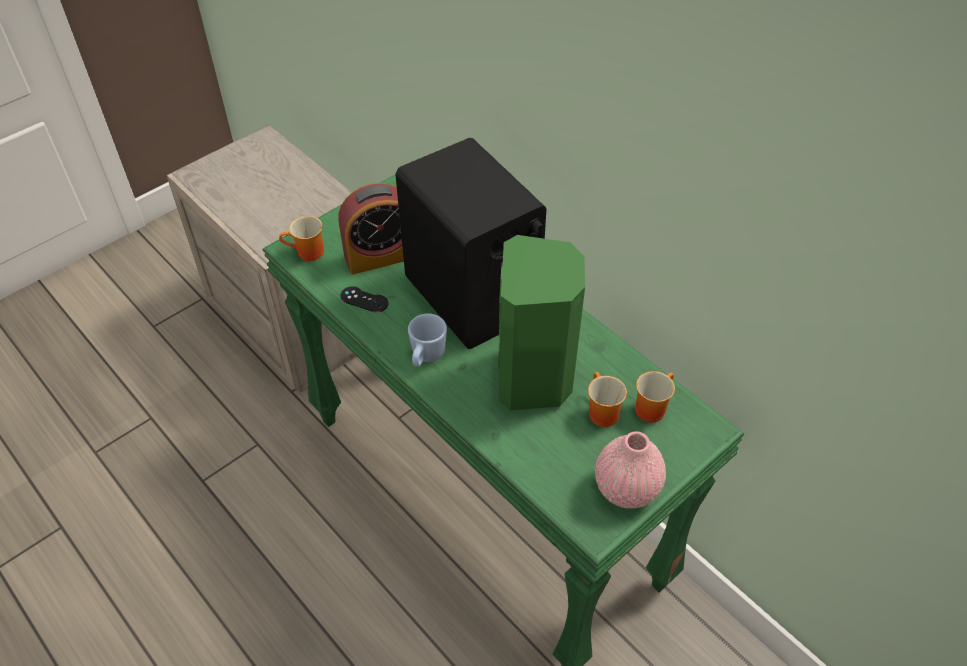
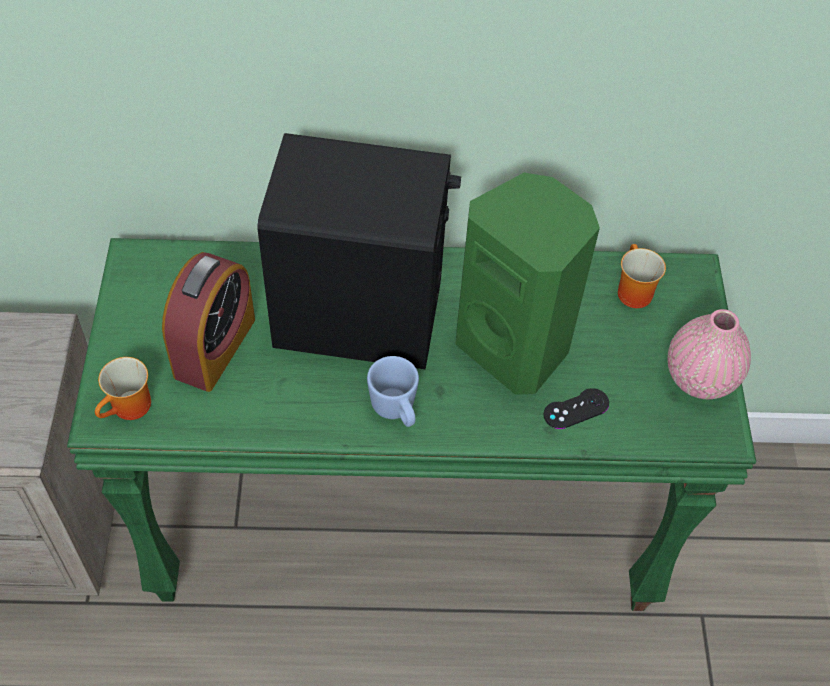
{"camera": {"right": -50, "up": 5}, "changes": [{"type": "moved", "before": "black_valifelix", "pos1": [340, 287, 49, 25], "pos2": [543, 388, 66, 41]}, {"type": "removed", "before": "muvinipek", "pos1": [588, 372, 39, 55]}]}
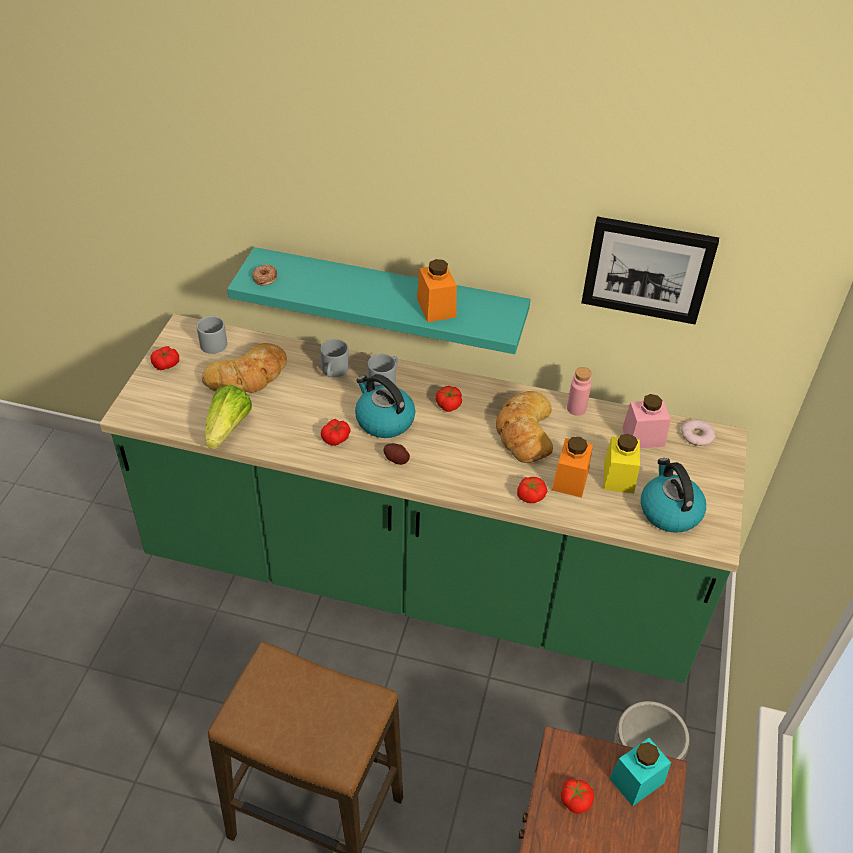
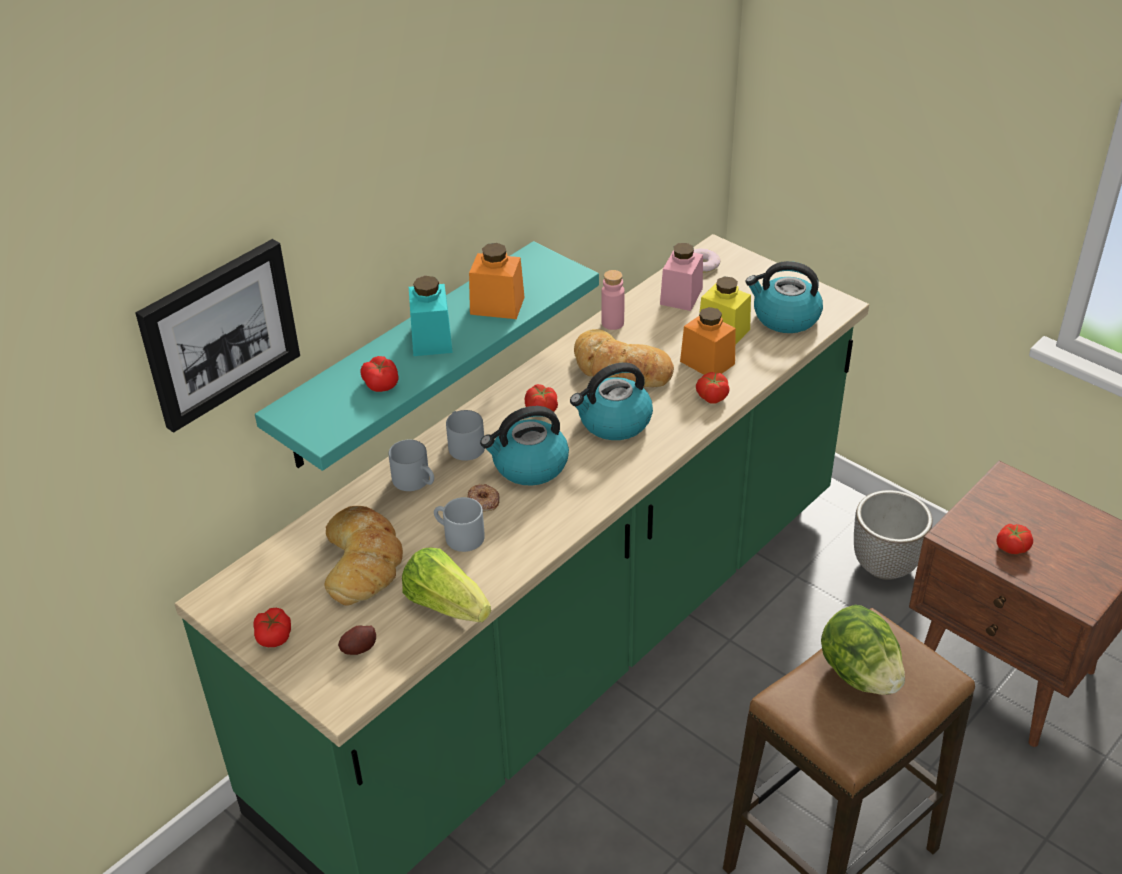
{"camera": {"right": -60, "up": -5}, "changes": [{"type": "moved", "before": "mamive", "pos1": [581, 217, 138, 107], "pos2": [135, 239, 165, 194]}, {"type": "moved", "before": "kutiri", "pos1": [252, 264, 25, 21], "pos2": [468, 484, 32, 27]}, {"type": "moved", "before": "grey_muvinipek", "pos1": [197, 316, 30, 38], "pos2": [434, 497, 51, 55]}, {"type": "moved", "before": "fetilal", "pos1": [321, 419, 30, 27], "pos2": [360, 356, 39, 36]}, {"type": "moved", "before": "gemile", "pos1": [383, 443, 27, 22], "pos2": [338, 625, 38, 30]}, {"type": "moved", "before": "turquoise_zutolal", "pos1": [610, 738, 61, 68], "pos2": [409, 276, 44, 80]}, {"type": "added", "after": "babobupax", "pos2": [570, 362, 83, 78]}, {"type": "added", "after": "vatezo", "pos2": [821, 605, 84, 90]}]}
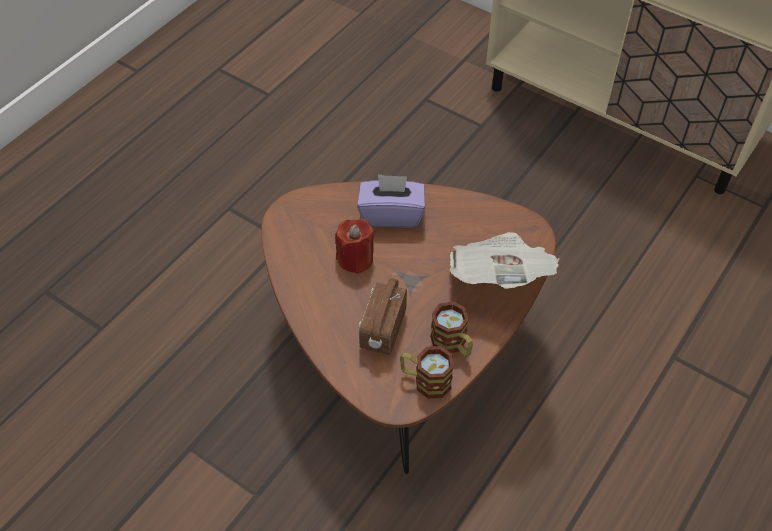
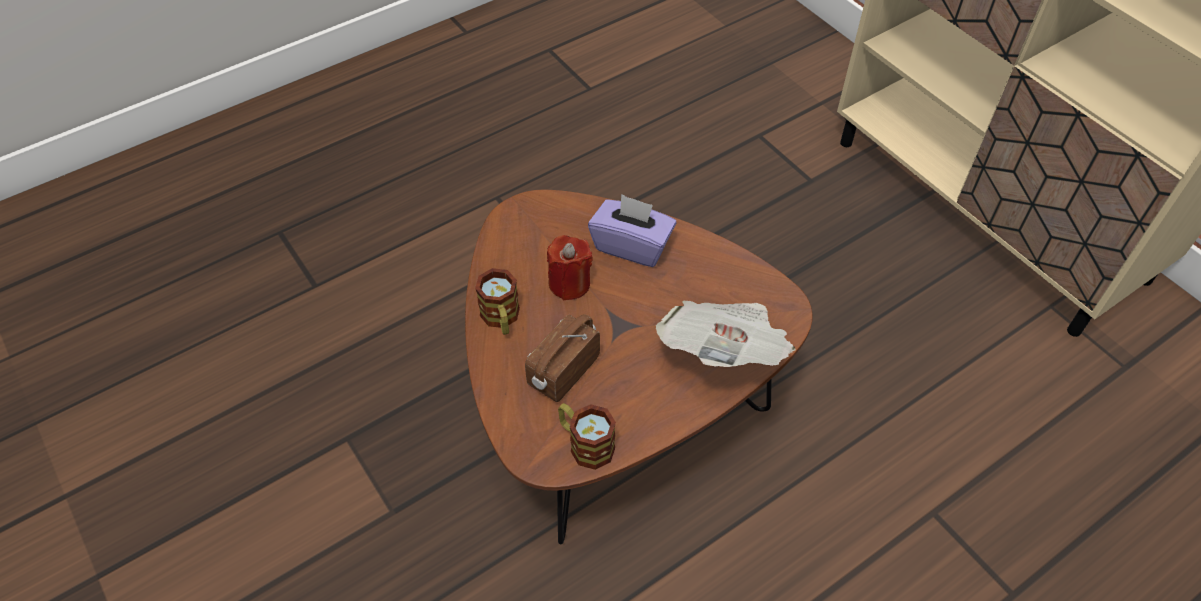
{"camera": {"right": 20, "up": 0}, "changes": [{"type": "moved", "before": "muvinipek", "pos1": [430, 301, 43, 56], "pos2": [475, 268, 45, 67]}]}
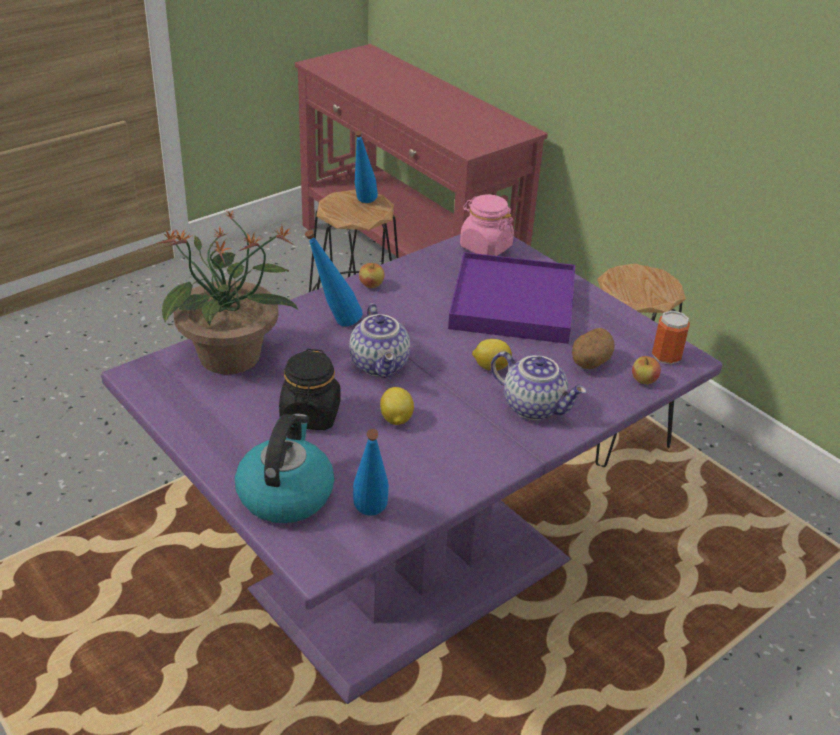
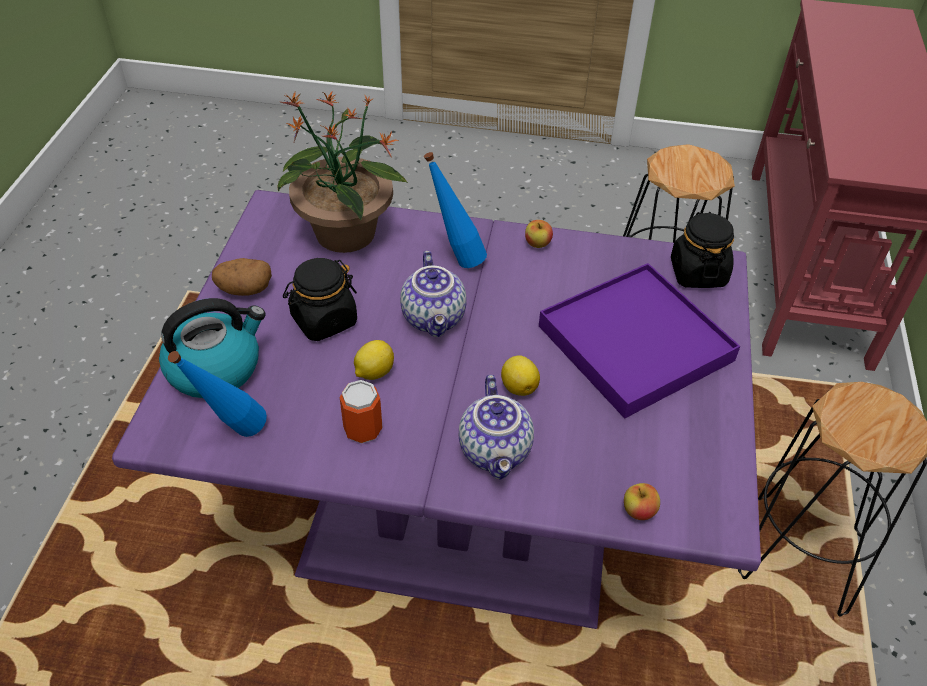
{"camera": {"right": 50, "up": 10}, "changes": [{"type": "removed", "before": "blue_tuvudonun", "pos1": [355, 130, 23, 73]}, {"type": "recoloured", "before": "pink_zutolal", "after": "black_zutolal", "pos1": [460, 194, 54, 62], "pos2": [671, 212, 63, 76]}, {"type": "turned", "before": "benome", "pos1": [349, 303, 61, 75], "pos2": [400, 250, 67, 87], "turn": -45}, {"type": "moved", "before": "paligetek", "pos1": [652, 311, 38, 54], "pos2": [340, 380, 43, 64]}, {"type": "moved", "before": "gemile", "pos1": [572, 328, 42, 41], "pos2": [212, 258, 60, 38]}]}
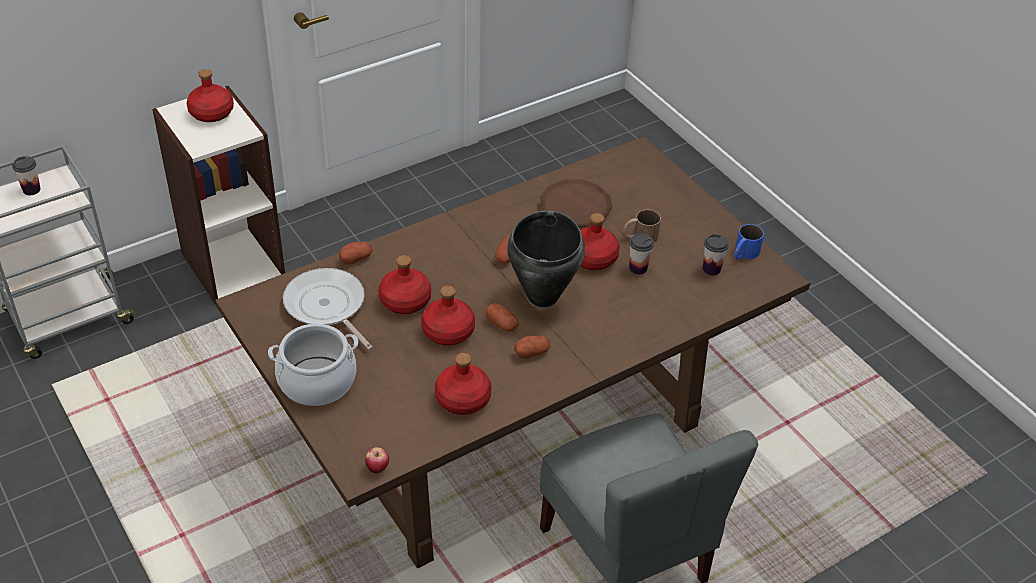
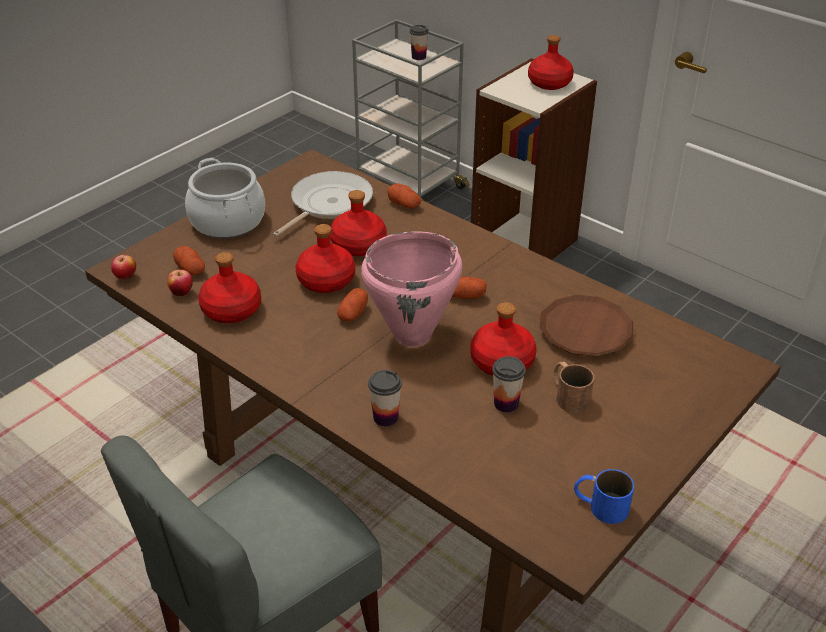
{"camera": {"right": 75, "up": -5}, "changes": [{"type": "recoloured", "before": "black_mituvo", "after": "pink_mituvo", "pos1": [507, 210, 78, 97], "pos2": [361, 232, 101, 115]}, {"type": "moved", "before": "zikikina", "pos1": [703, 234, 26, 41], "pos2": [368, 370, 34, 57]}, {"type": "moved", "before": "gemile", "pos1": [514, 336, 36, 23], "pos2": [173, 246, 32, 30]}, {"type": "added", "after": "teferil", "pos2": [167, 270, 26, 26]}]}
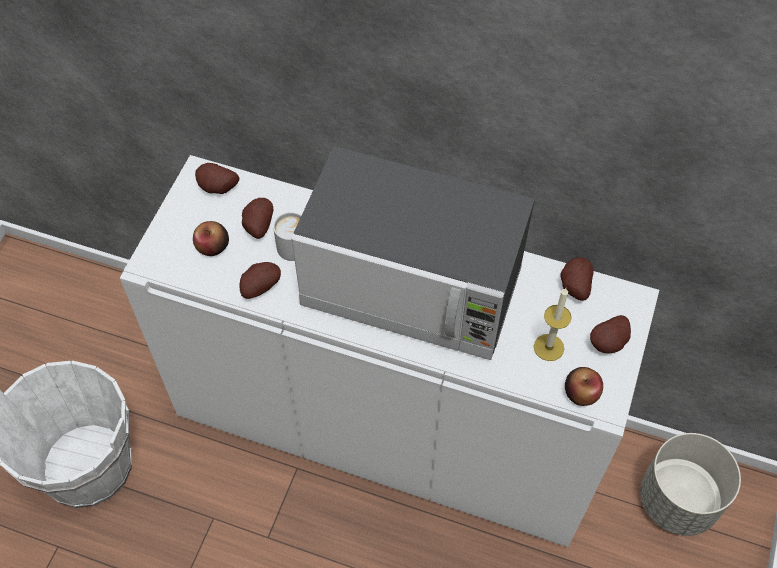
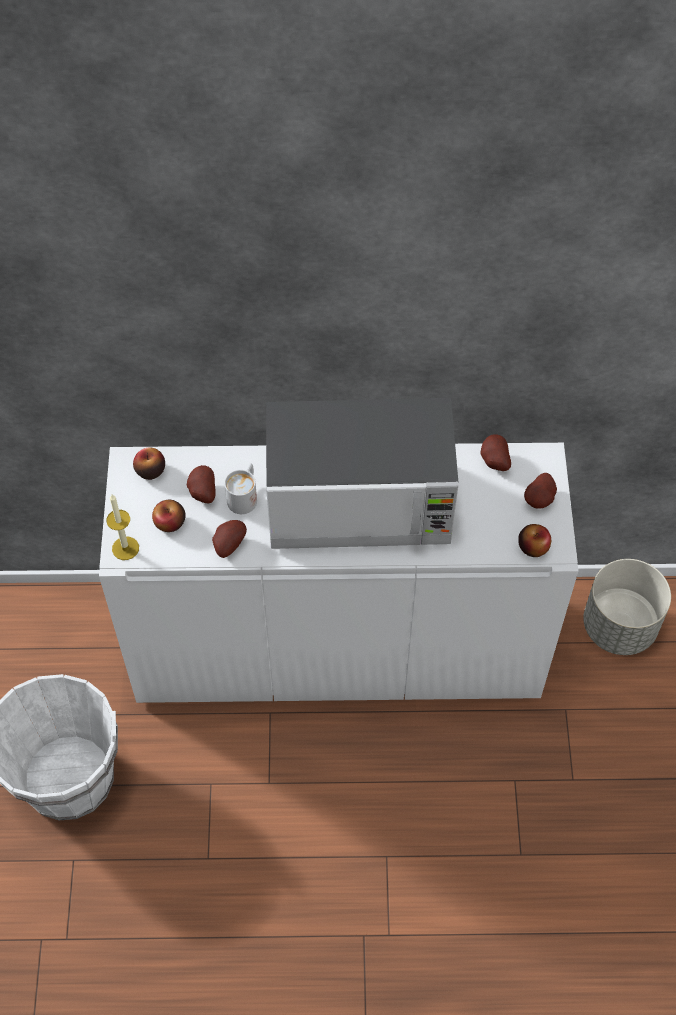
{"camera": {"right": -20, "up": 0}, "changes": [{"type": "replaced", "before": "gemile", "after": "teferil", "pos1": [195, 163, 44, 31], "pos2": [133, 448, 32, 32]}, {"type": "moved", "before": "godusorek", "pos1": [534, 288, 38, 73], "pos2": [106, 495, 33, 65]}]}
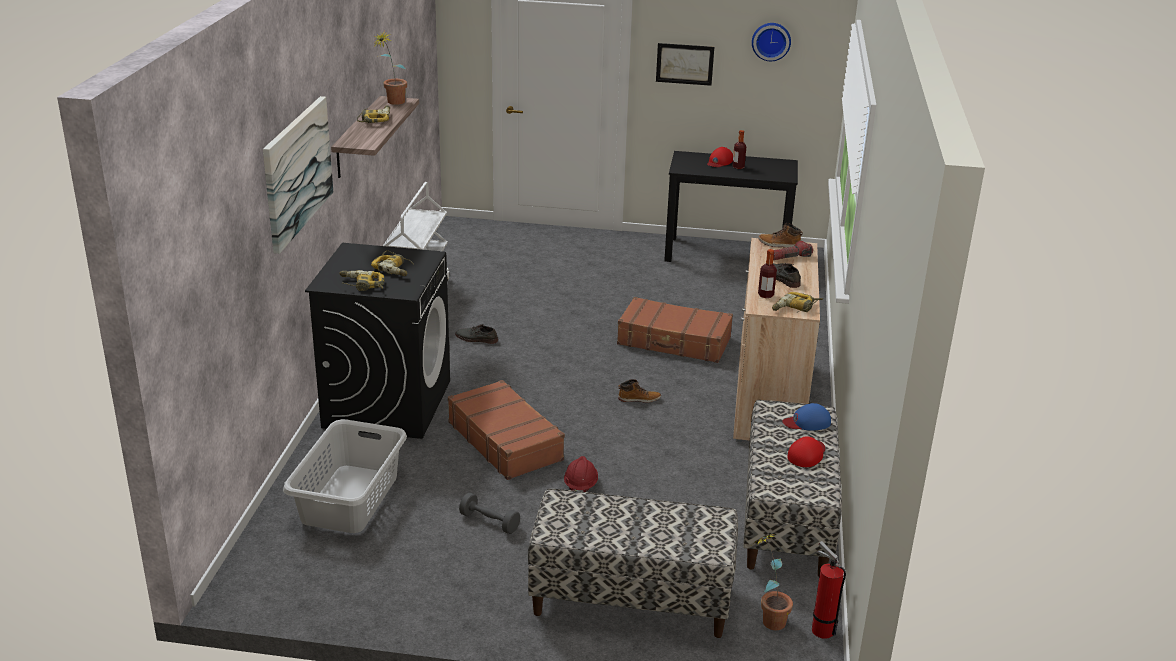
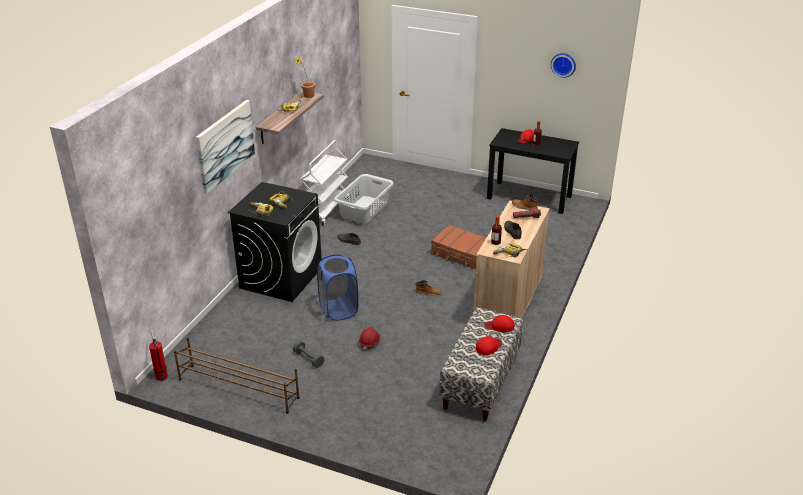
{"camera": {"right": 15, "up": 5}, "changes": [{"type": "removed", "before": "mamive", "pos1": [656, 43, 58, 43]}, {"type": "replaced", "before": "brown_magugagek", "after": "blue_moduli", "pos1": [448, 380, 117, 100], "pos2": [317, 254, 41, 67]}, {"type": "recoloured", "before": "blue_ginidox", "after": "red_ginidox", "pos1": [783, 403, 48, 28], "pos2": [484, 315, 31, 17]}, {"type": "moved", "before": "grey_moduli", "pos1": [283, 419, 124, 114], "pos2": [334, 174, 60, 50]}, {"type": "removed", "before": "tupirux", "pos1": [528, 489, 210, 149]}, {"type": "removed", "before": "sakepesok", "pos1": [752, 534, 41, 96]}, {"type": "moved", "before": "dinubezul", "pos1": [812, 541, 34, 98], "pos2": [149, 329, 19, 52]}, {"type": "added", "after": "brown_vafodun", "pos2": [174, 338, 125, 76]}]}
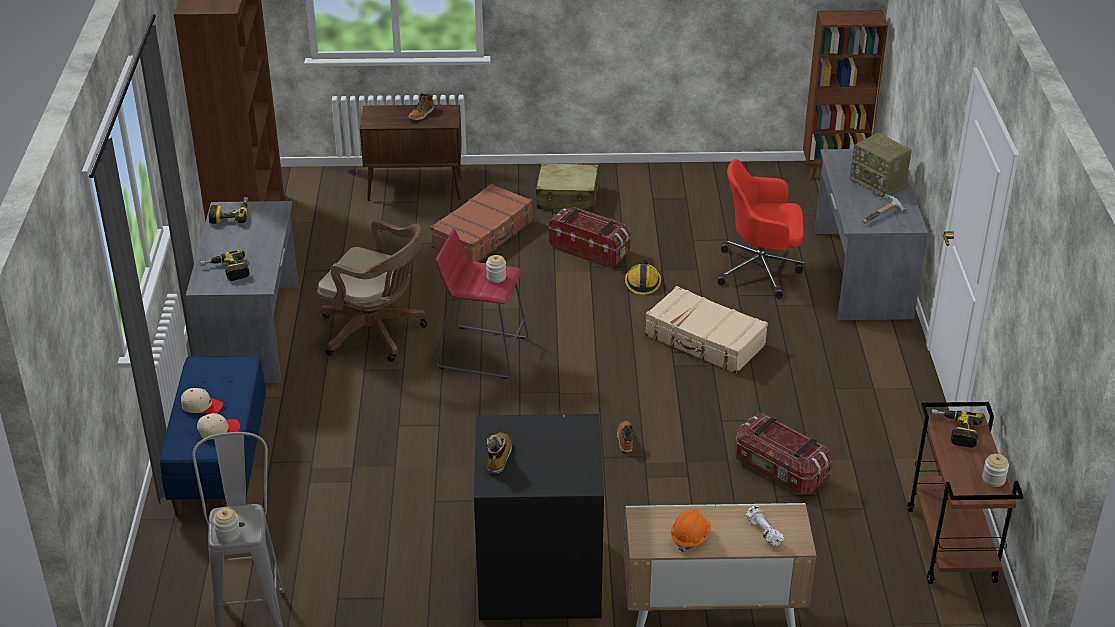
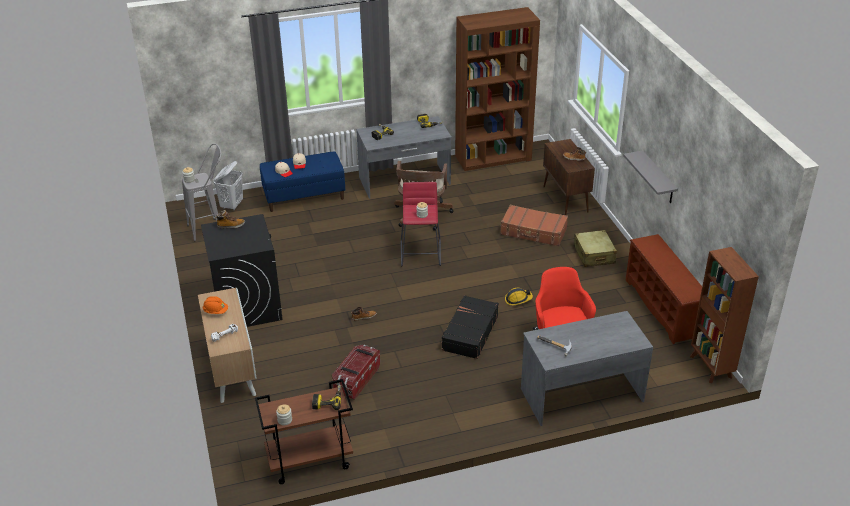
{"camera": {"right": 75, "up": 0}, "changes": [{"type": "removed", "before": "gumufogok", "pos1": [850, 133, 62, 64]}, {"type": "removed", "before": "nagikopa", "pos1": [549, 207, 82, 62]}, {"type": "recoloured", "before": "beige_magugagek", "after": "black_magugagek", "pos1": [645, 286, 123, 88], "pos2": [441, 295, 58, 64]}, {"type": "added", "after": "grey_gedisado", "pos2": [623, 150, 55, 53]}, {"type": "added", "after": "white_moduli", "pos2": [214, 161, 29, 49]}, {"type": "added", "after": "brown_vafodun", "pos2": [626, 234, 76, 110]}]}
